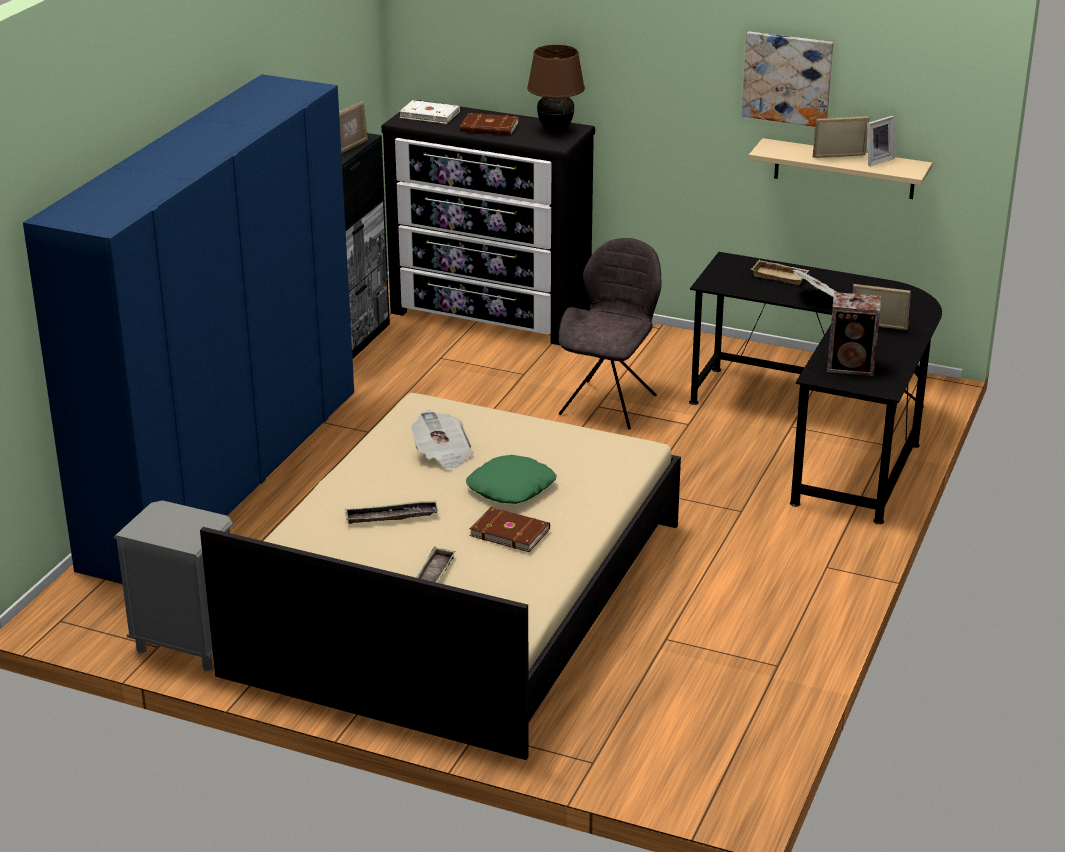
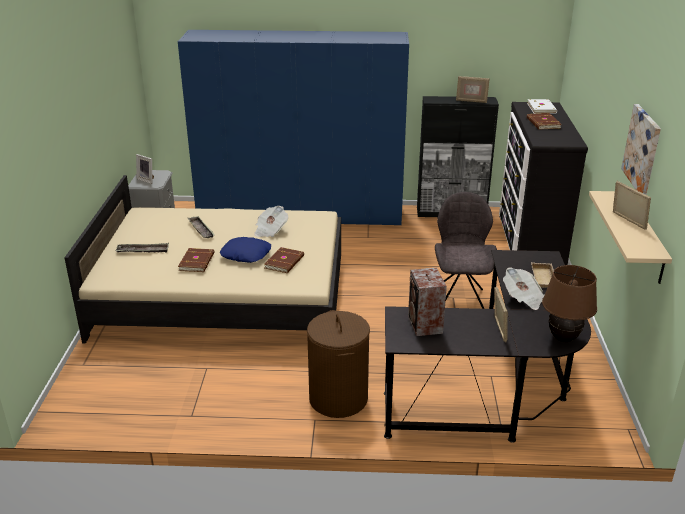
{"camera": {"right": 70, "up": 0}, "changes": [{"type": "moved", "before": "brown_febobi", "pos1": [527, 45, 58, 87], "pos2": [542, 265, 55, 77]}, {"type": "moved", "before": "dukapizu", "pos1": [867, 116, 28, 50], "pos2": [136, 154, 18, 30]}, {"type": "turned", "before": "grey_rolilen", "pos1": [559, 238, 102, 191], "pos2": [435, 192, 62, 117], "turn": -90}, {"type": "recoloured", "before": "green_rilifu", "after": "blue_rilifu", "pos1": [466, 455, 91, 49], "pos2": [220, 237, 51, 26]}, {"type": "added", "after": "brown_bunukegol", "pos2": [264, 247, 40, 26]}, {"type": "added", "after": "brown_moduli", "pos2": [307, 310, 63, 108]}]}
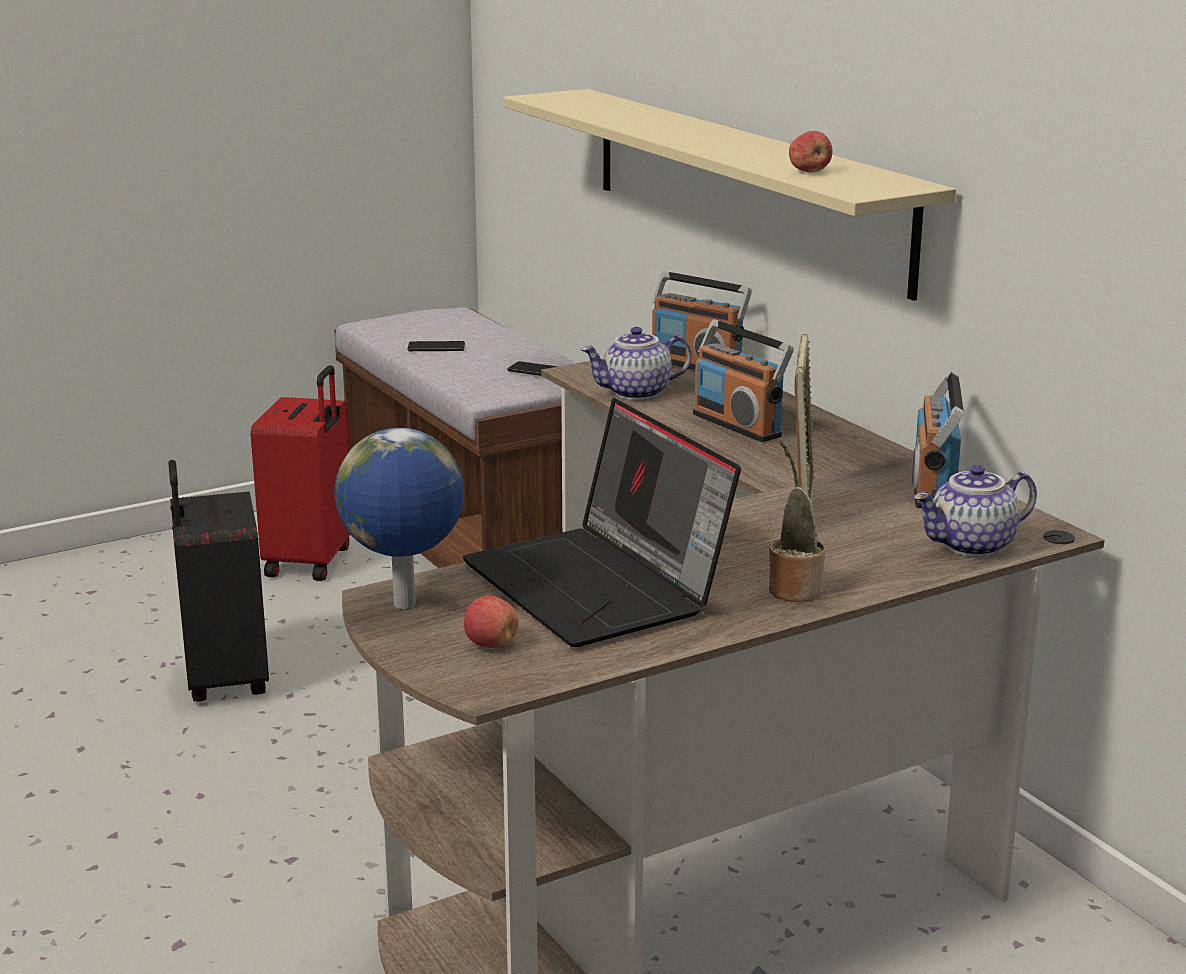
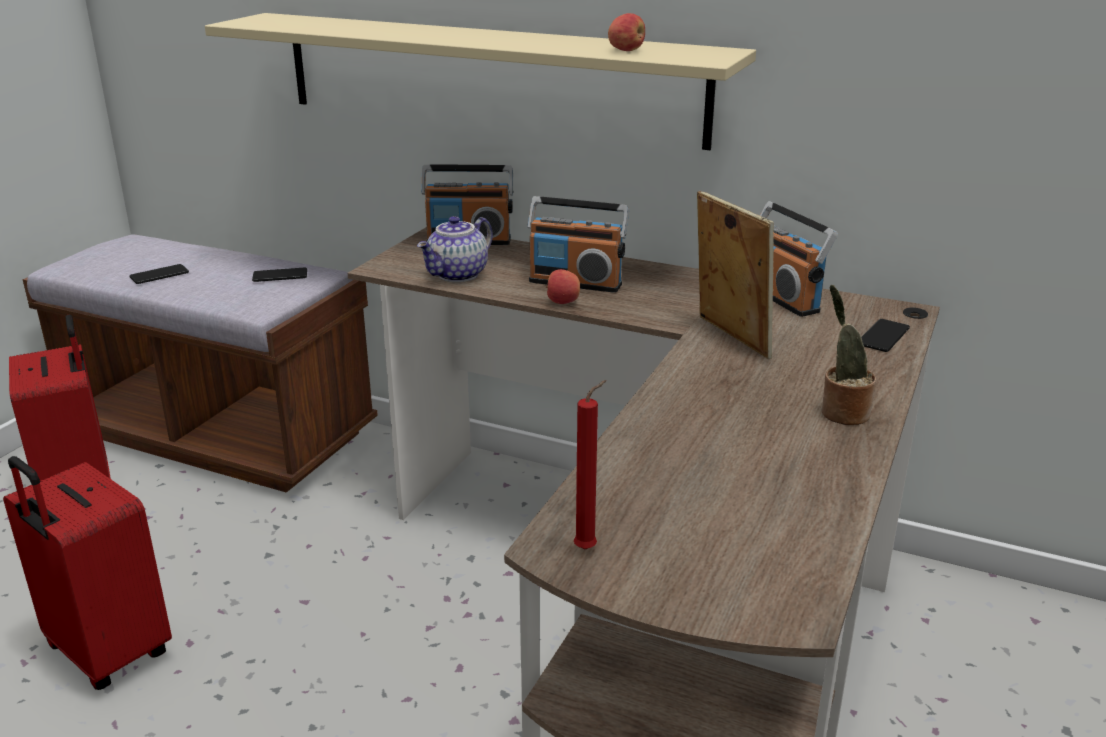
{"camera": {"right": -35, "up": 5}, "changes": [{"type": "removed", "before": "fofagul", "pos1": [463, 398, 278, 249]}, {"type": "replaced", "before": "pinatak", "after": "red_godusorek", "pos1": [334, 428, 130, 181], "pos2": [574, 380, 32, 169]}, {"type": "recoloured", "before": "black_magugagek", "after": "red_magugagek", "pos1": [168, 460, 101, 242], "pos2": [3, 456, 169, 234]}, {"type": "replaced", "before": "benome", "after": "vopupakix", "pos1": [914, 465, 123, 92], "pos2": [861, 319, 49, 33]}, {"type": "moved", "before": "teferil", "pos1": [464, 596, 55, 52], "pos2": [546, 269, 34, 35]}]}
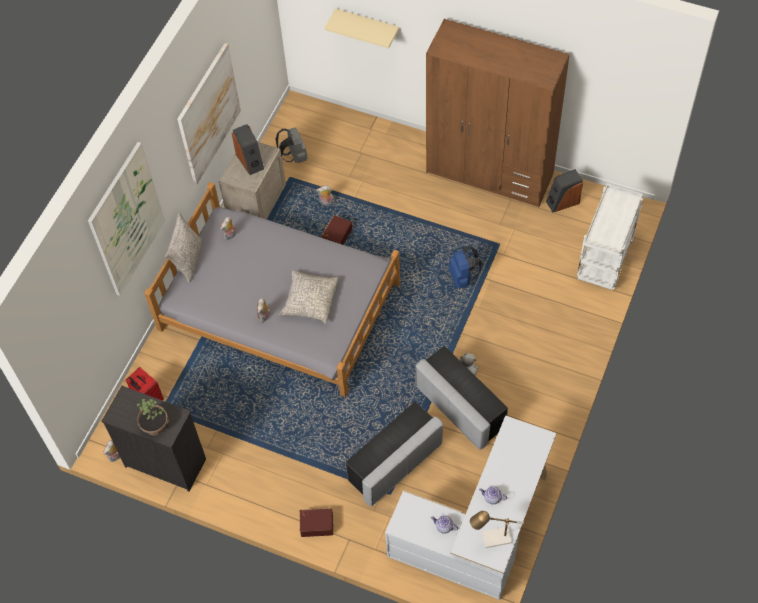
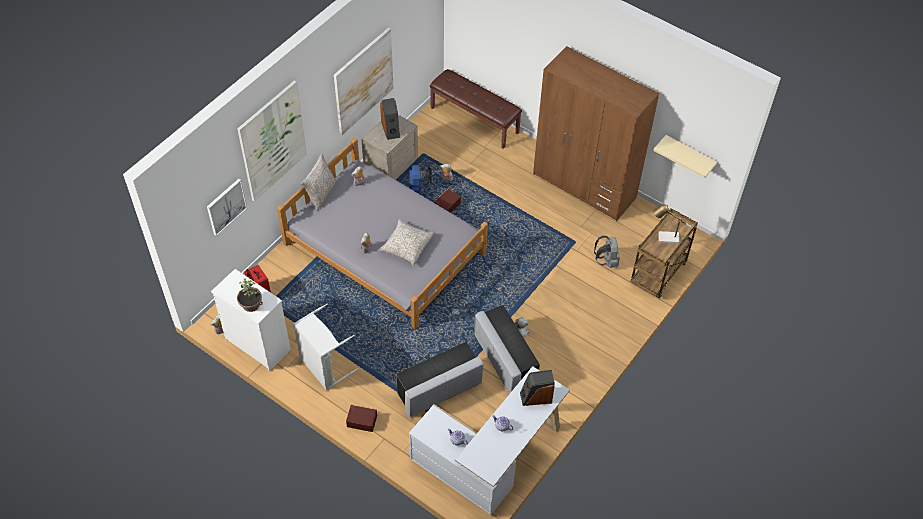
{"camera": {"right": 10, "up": -5}, "changes": [{"type": "moved", "before": "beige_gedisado", "pos1": [325, 9, 74, 40], "pos2": [653, 135, 64, 43]}, {"type": "moved", "before": "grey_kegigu", "pos1": [276, 128, 32, 35], "pos2": [594, 236, 26, 32]}, {"type": "moved", "before": "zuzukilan", "pos1": [546, 169, 37, 43], "pos2": [520, 370, 35, 36]}, {"type": "recoloured", "before": "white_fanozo", "after": "brown_fanozo", "pos1": [577, 183, 66, 107], "pos2": [630, 208, 68, 90]}, {"type": "moved", "before": "blue_kegigu", "pos1": [449, 247, 33, 41], "pos2": [409, 163, 23, 31]}, {"type": "recoloured", "before": "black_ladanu", "after": "white_ladanu", "pos1": [101, 386, 105, 106], "pos2": [211, 269, 80, 102]}, {"type": "moved", "before": "febobi", "pos1": [470, 511, 54, 37], "pos2": [653, 204, 38, 40]}, {"type": "added", "after": "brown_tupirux", "pos2": [430, 69, 92, 80]}, {"type": "added", "after": "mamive", "pos2": [207, 179, 40, 57]}, {"type": "added", "after": "grey_moduli", "pos2": [293, 304, 65, 86]}]}
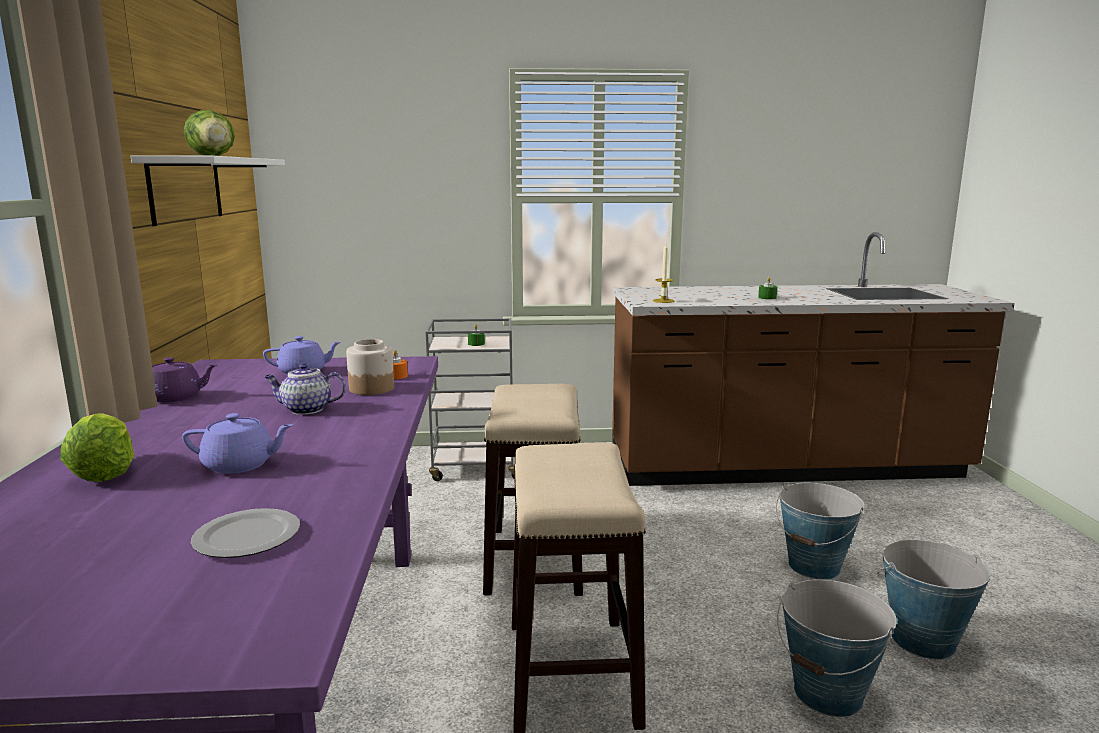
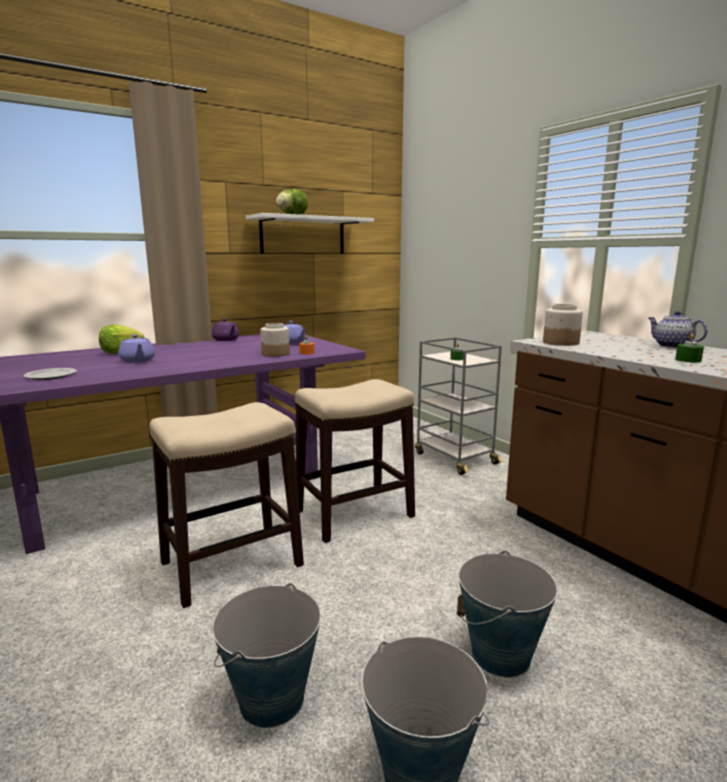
{"camera": {"right": 60, "up": 0}, "changes": [{"type": "replaced", "before": "godusorek", "after": "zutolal", "pos1": [653, 243, 22, 60], "pos2": [543, 304, 40, 42]}, {"type": "moved", "before": "benome", "pos1": [264, 363, 82, 52], "pos2": [648, 311, 60, 37]}]}
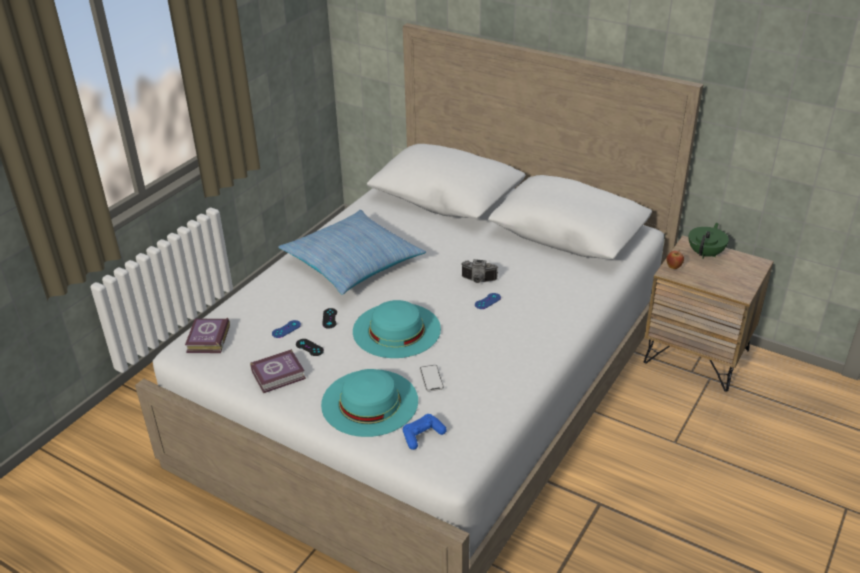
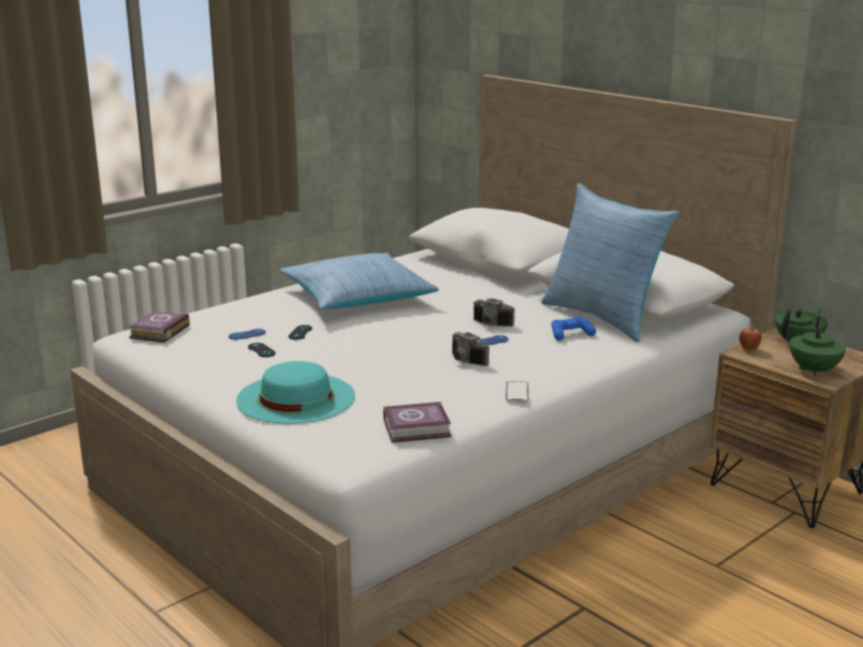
{"camera": {"right": 15, "up": -15}, "changes": [{"type": "removed", "before": "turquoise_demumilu", "pos1": [353, 300, 88, 58]}, {"type": "moved", "before": "bunukegol", "pos1": [250, 349, 56, 44], "pos2": [383, 402, 68, 41]}, {"type": "moved", "before": "vopupakix", "pos1": [420, 365, 24, 26], "pos2": [506, 381, 23, 21]}, {"type": "moved", "before": "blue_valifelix", "pos1": [403, 414, 44, 36], "pos2": [551, 317, 45, 24]}, {"type": "added", "after": "rilifu", "pos2": [541, 183, 138, 159]}, {"type": "added", "after": "green_benome", "pos2": [790, 317, 56, 59]}, {"type": "added", "after": "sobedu", "pos2": [452, 332, 37, 34]}]}
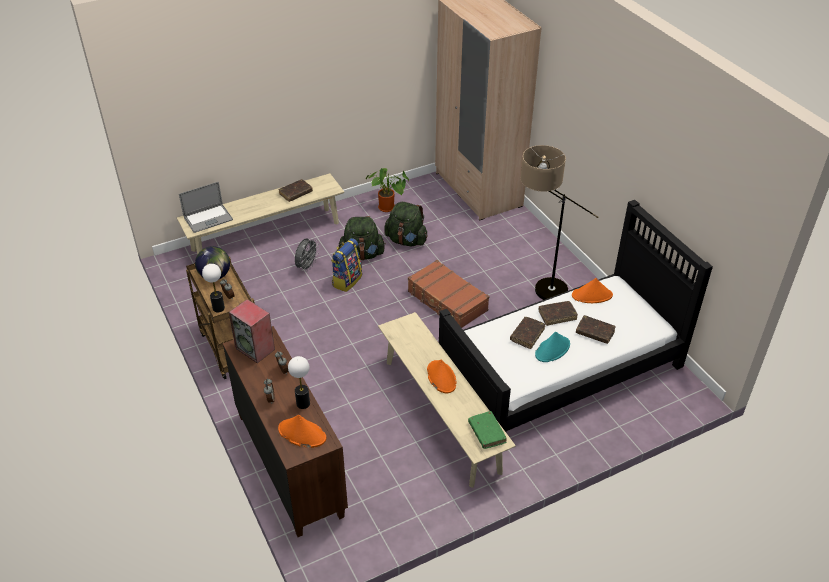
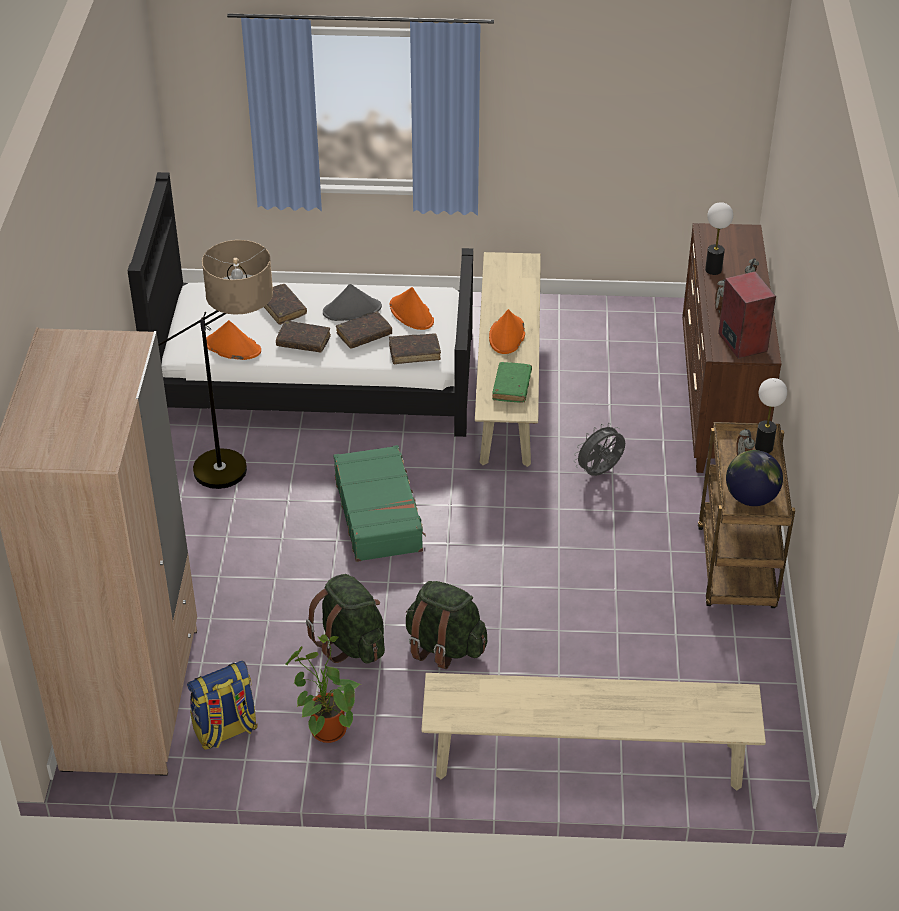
{"camera": {"right": -150, "up": 0}, "changes": [{"type": "moved", "before": "brown_bunukegol", "pos1": [279, 179, 34, 23], "pos2": [389, 333, 52, 31]}, {"type": "removed", "before": "fofagul", "pos1": [179, 182, 54, 51]}, {"type": "moved", "before": "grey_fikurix", "pos1": [295, 238, 24, 34], "pos2": [574, 423, 51, 53]}, {"type": "moved", "before": "kegigu", "pos1": [331, 238, 31, 54], "pos2": [187, 661, 71, 89]}, {"type": "recoloured", "before": "brown_magugagek", "after": "green_magugagek", "pos1": [408, 260, 81, 68], "pos2": [333, 445, 93, 117]}, {"type": "recoloured", "before": "turquoise_demumilu", "after": "grey_demumilu", "pos1": [535, 332, 35, 30], "pos2": [323, 284, 59, 37]}, {"type": "moved", "before": "green_bunukegol", "pos1": [468, 411, 39, 38], "pos2": [492, 362, 40, 41]}, {"type": "moved", "before": "orange_demumilu", "pos1": [278, 415, 48, 33], "pos2": [390, 287, 44, 43]}]}
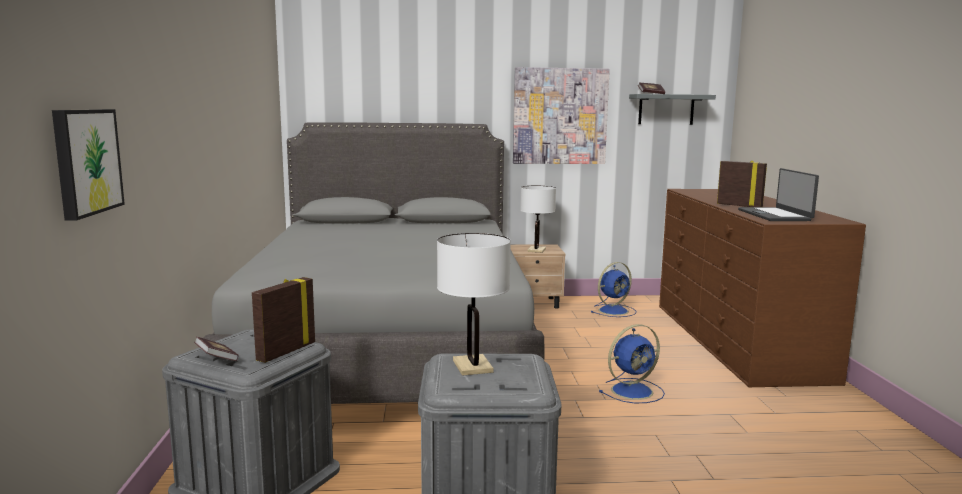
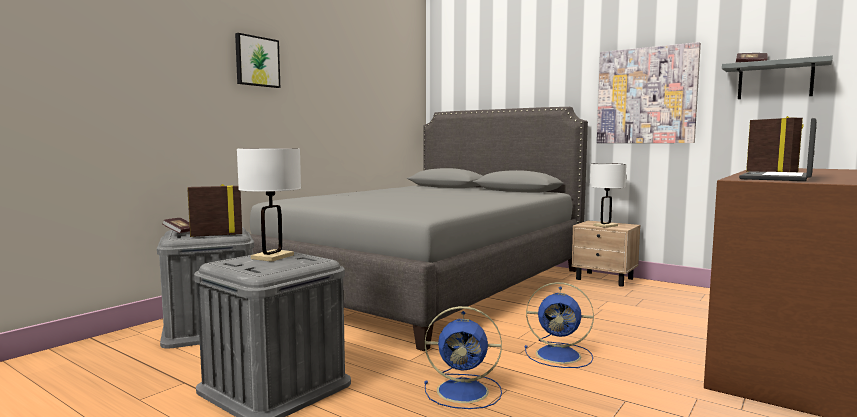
{"camera": {"right": 40, "up": -5}, "changes": [{"type": "moved", "before": "mamive", "pos1": [52, 109, 73, 111], "pos2": [235, 33, 45, 55]}, {"type": "moved", "before": "blue_fikurix", "pos1": [590, 262, 47, 55], "pos2": [424, 306, 78, 103]}]}
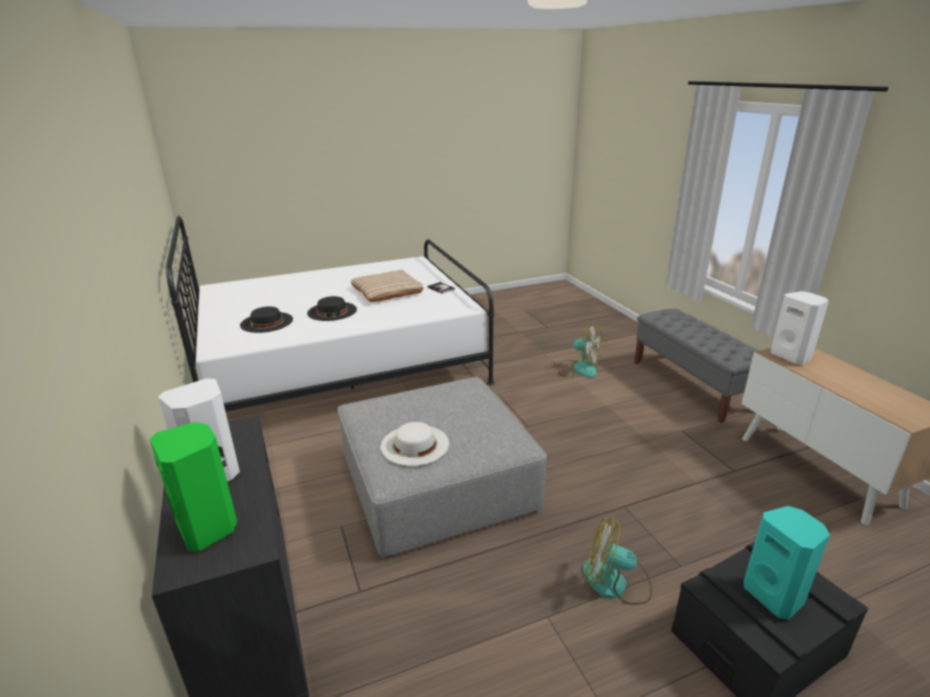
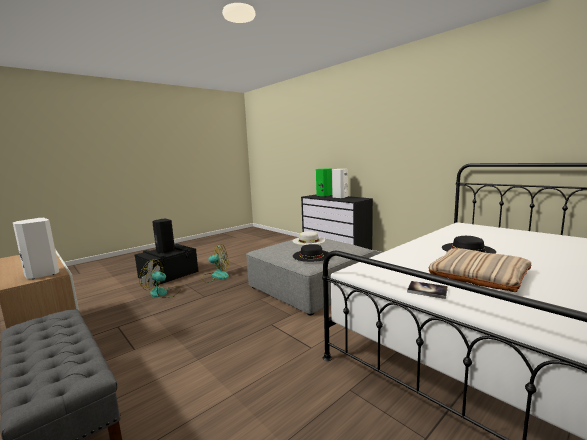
{"camera": {"right": 160, "up": -15}, "changes": [{"type": "moved", "before": "black_demumilu", "pos1": [240, 306, 53, 27], "pos2": [293, 244, 36, 18]}, {"type": "moved", "before": "fikurix", "pos1": [558, 325, 45, 53], "pos2": [139, 259, 42, 39]}, {"type": "recoloured", "before": "turquoise_zuzukilan", "after": "black_zuzukilan", "pos1": [744, 506, 86, 114], "pos2": [152, 219, 23, 35]}]}
